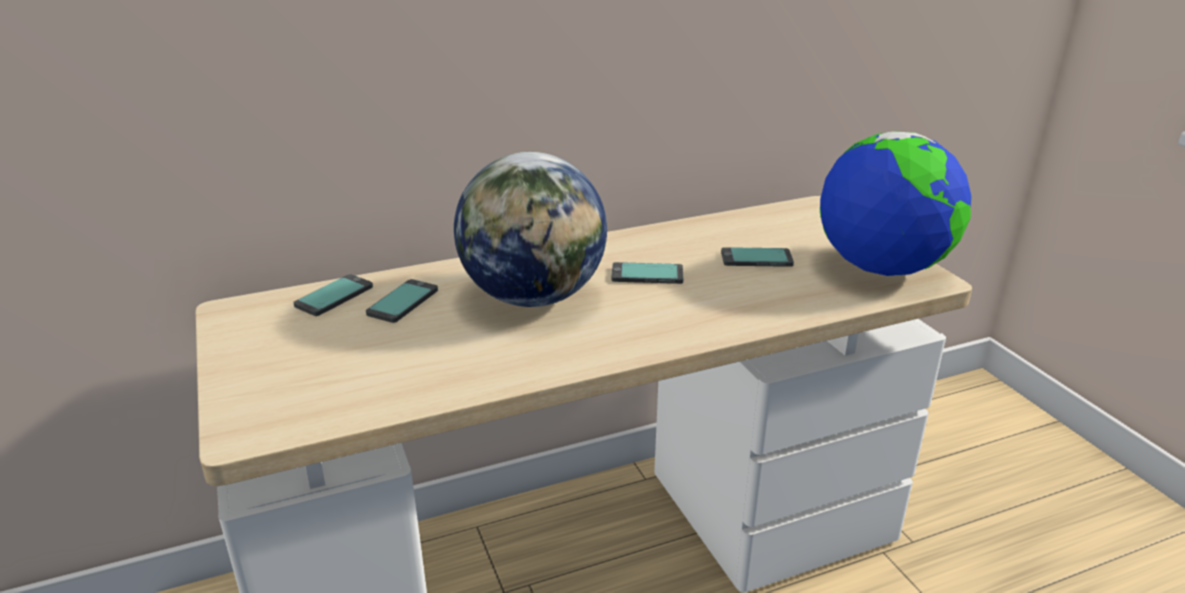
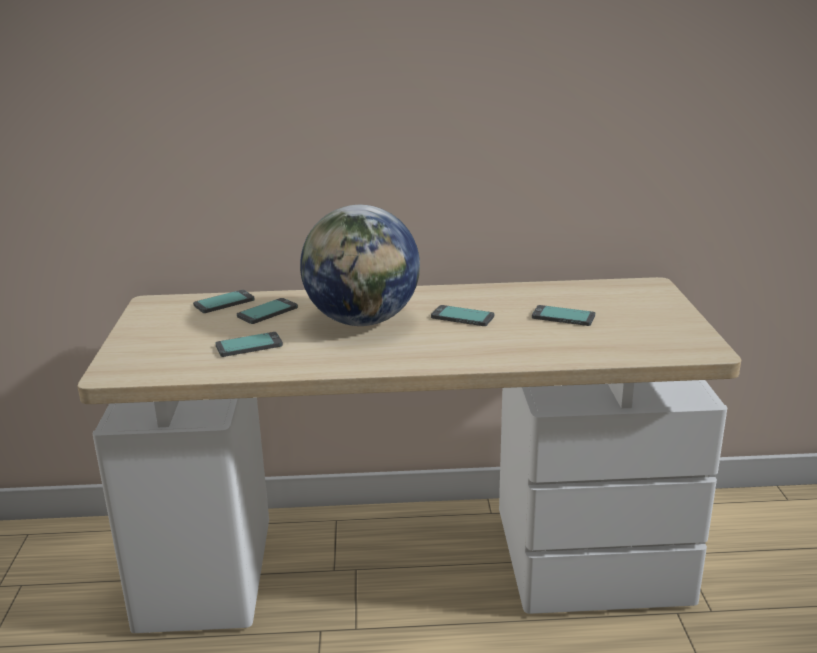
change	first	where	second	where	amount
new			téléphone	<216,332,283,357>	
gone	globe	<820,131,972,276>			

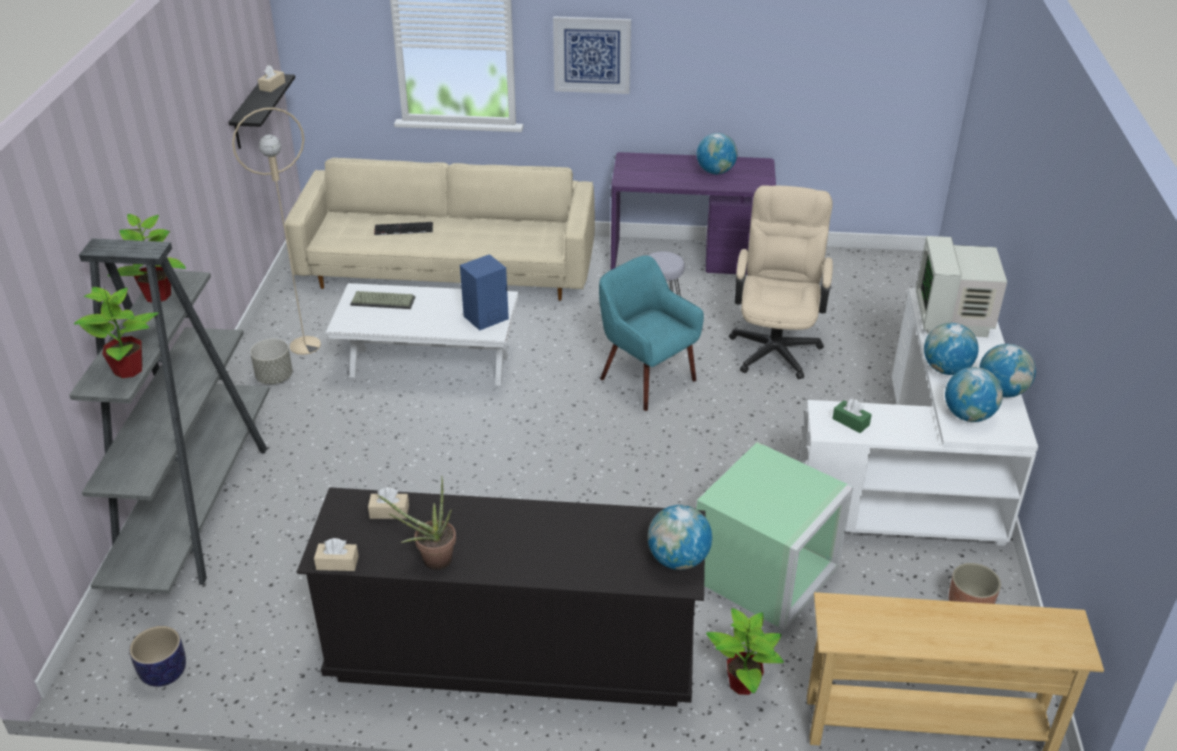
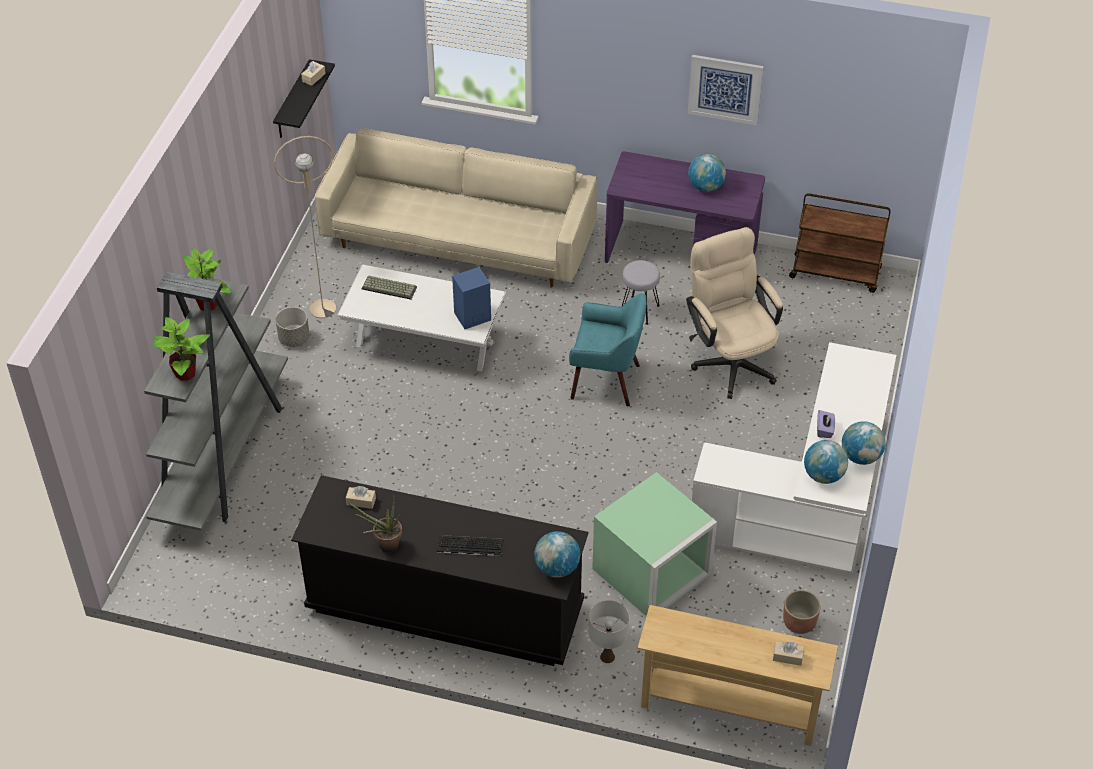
change	first	where	second	where	amount
shifted	clavier	<374,222,433,235>		<437,535,503,556>	
rotated	fauteuil (turquoise)	<599,255,704,411>		<569,294,647,406>	135 degrees clockwise
swapped	plante en pot	<706,608,784,695>	lampe de table (blanc)	<589,600,629,663>	
rotated	chaise de bureau (beige)	<729,185,833,379>		<686,227,783,399>	45 degrees counterclockwise
shifted	tableau	<553,16,631,94>		<688,55,764,125>	
shifted	boîte à mouchoirs (beige)	<314,538,359,571>		<773,642,804,666>	
new			chariot (marron)	<789,193,891,293>	
swapped	globe	<924,323,979,375>	boîte à mouchoirs (violet)	<817,410,835,438>	
gone	cache-pot	<129,626,186,687>			
gone	boîte à mouchoirs (vert)	<832,399,872,433>			
gone	écran d'ordinateur	<916,236,1007,337>			

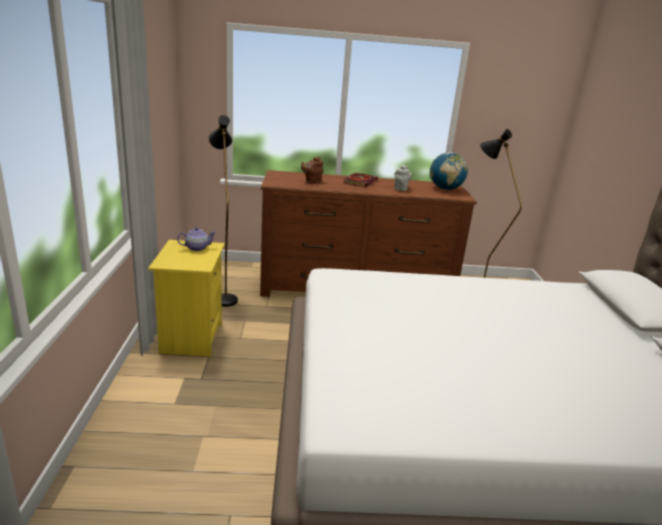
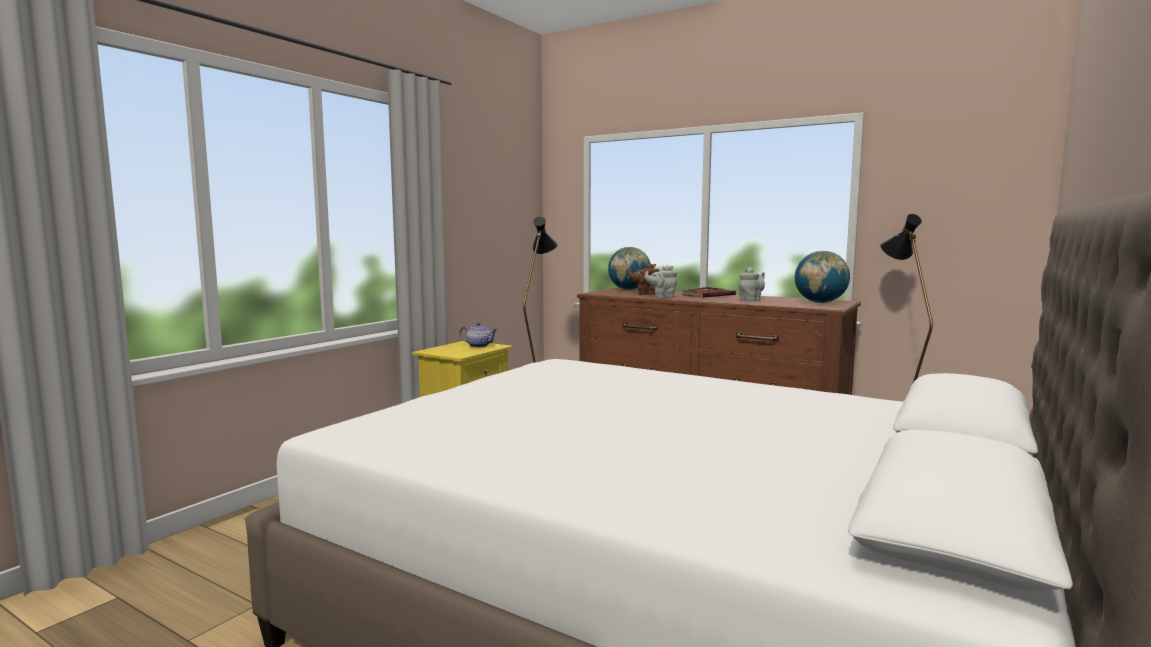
change	first	where	second	where	amount
new			globe	<608,247,651,290>	
new			théière (gris)	<645,265,677,298>	

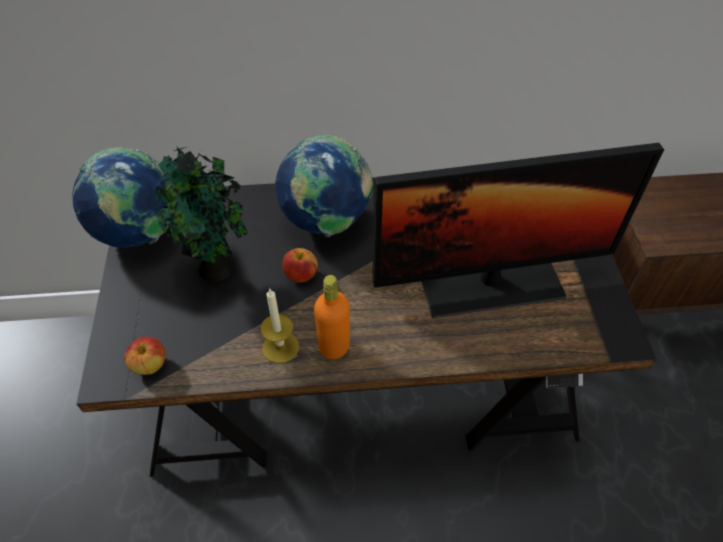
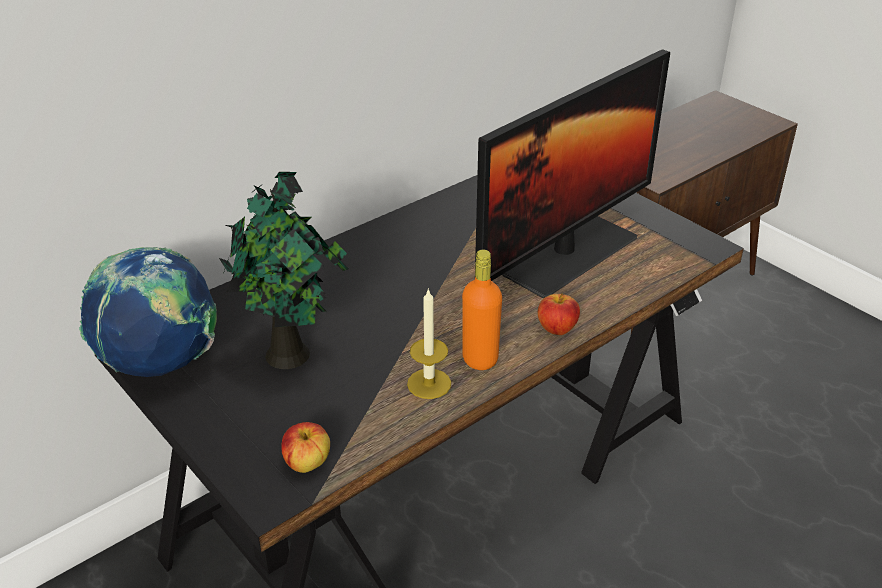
change	first	where	second	where	amount
shifted	pomme	<282,248,318,283>		<538,293,580,335>	
gone	globe	<274,135,373,238>			

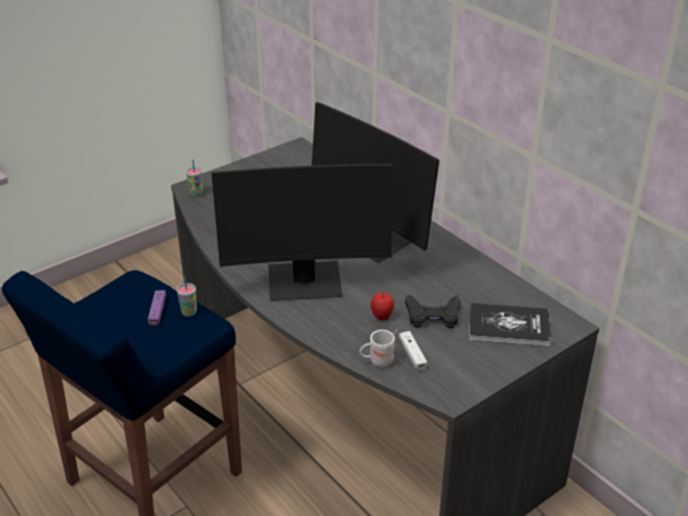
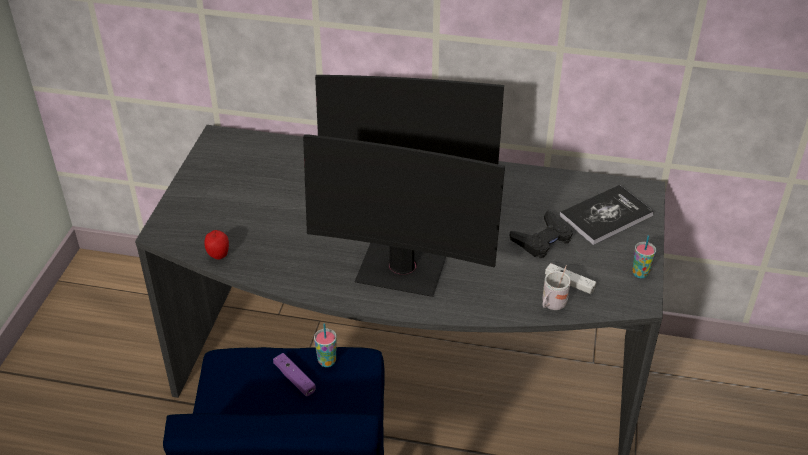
change	first	where	second	where	amount
shifted	pomme	<371,292,394,320>		<204,230,229,260>	
rotated	écran d'ordinateur	<212,164,393,301>		<303,134,505,297>	60 degrees clockwise
shifted	tasse	<186,159,203,196>		<632,235,656,278>	

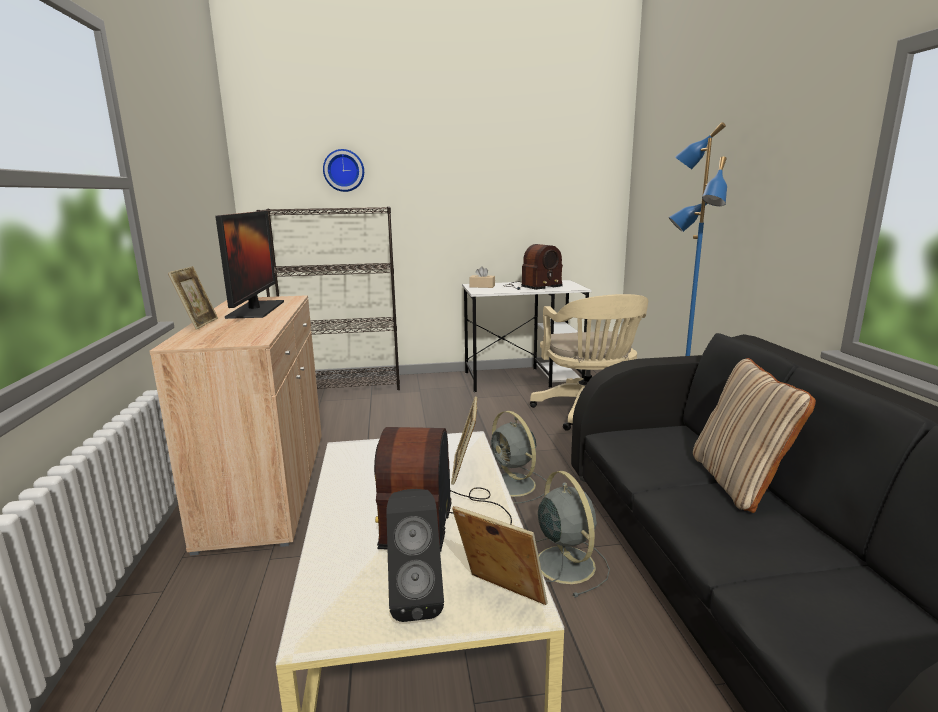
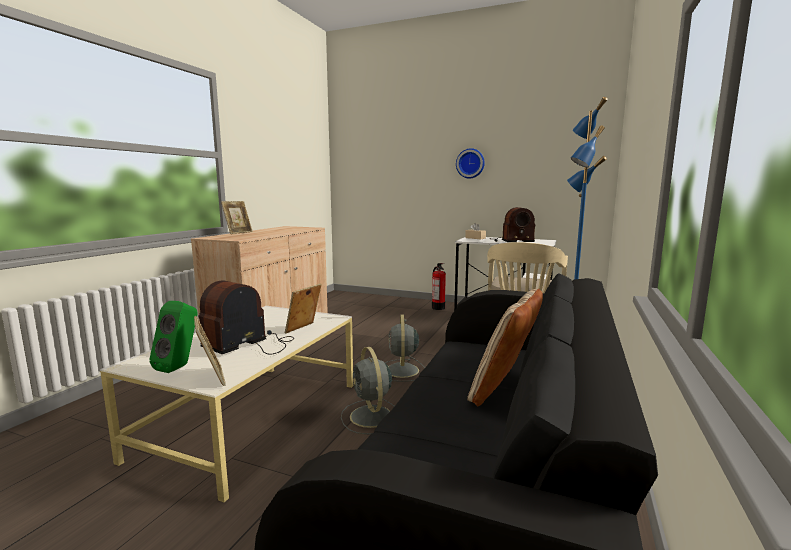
change	first	where	second	where	amount
repainted	enceinte (noir)	<387,489,444,622>	enceinte (vert)	<149,301,198,373>	
rotated	ventilateur (gris)	<536,471,610,598>		<341,347,395,434>	150 degrees clockwise
new			extincteur	<432,263,446,310>	
shifted	horloge murale	<323,149,364,192>		<456,148,485,178>	
gone	écran d'ordinateur	<215,211,284,319>			
gone	bibliothèque (noir)	<256,207,400,390>			

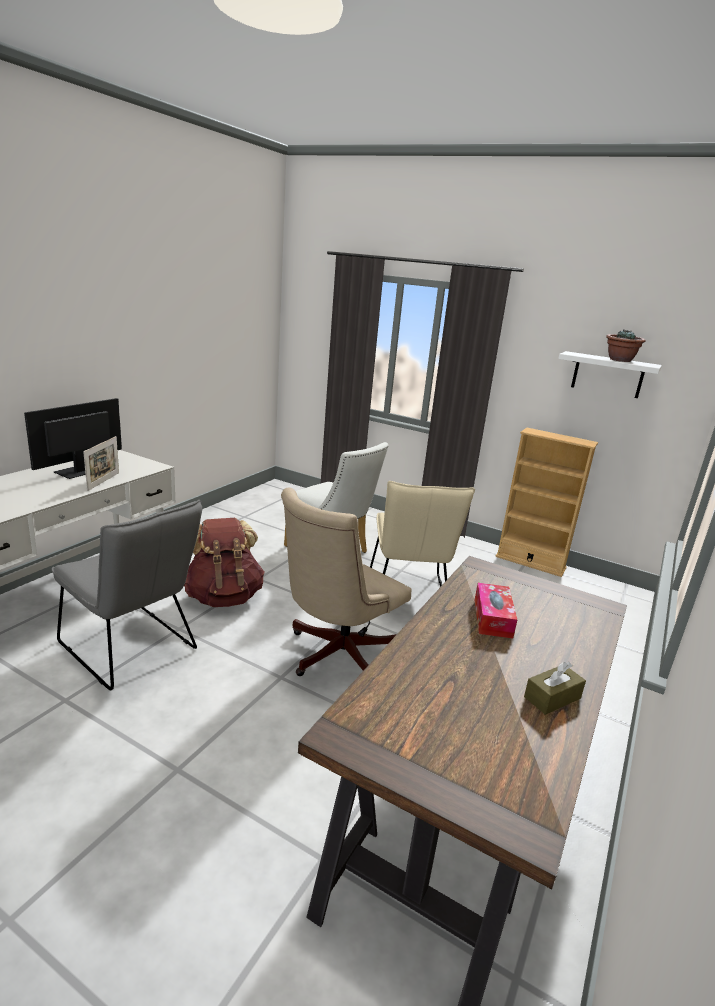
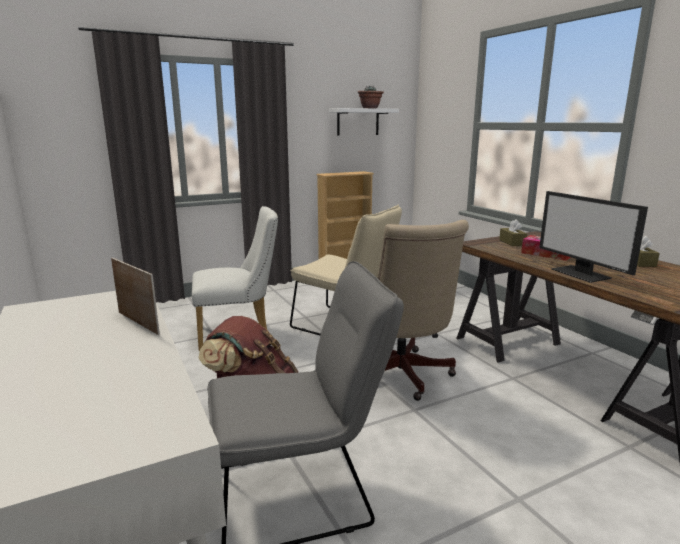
change	first	where	second	where	amount
new			boîte à mouchoirs (marron)	<499,219,527,246>	
shifted	écran d'ordinateur	<24,398,122,479>		<539,191,648,283>	

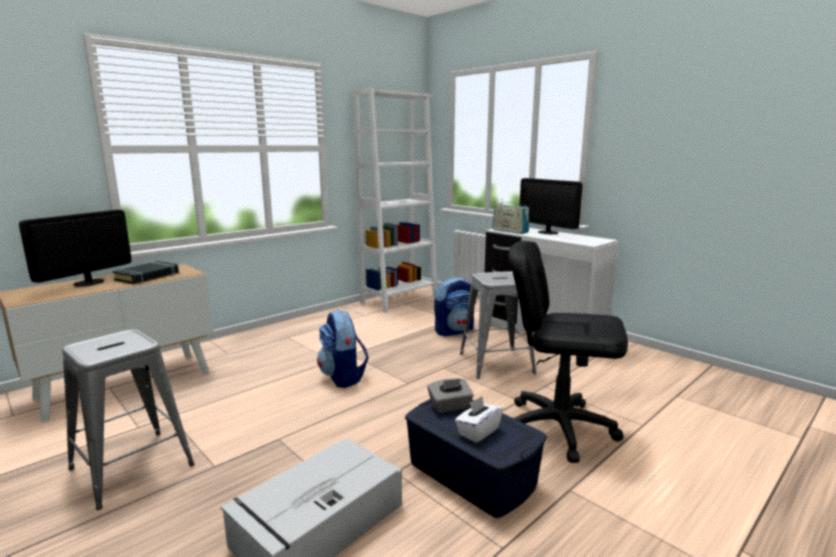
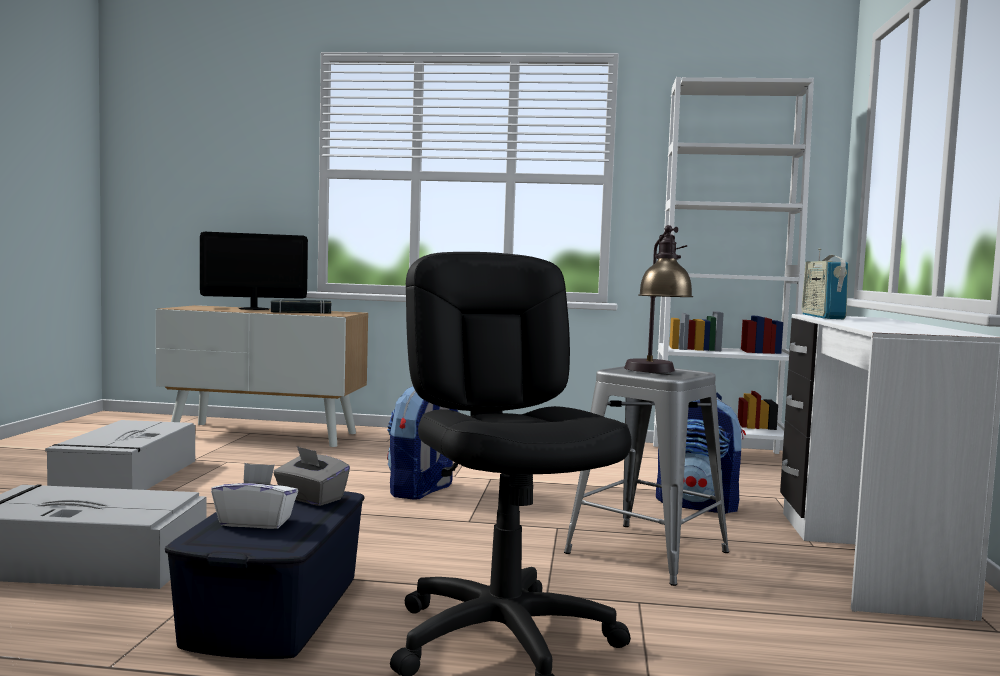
change	first	where	second	where	amount
swapped	tabouret (gris)	<62,329,195,510>	boîte de rangement (gris)	<45,420,195,490>	
new			lampe de table	<624,225,693,373>	
gone	écran d'ordinateur	<520,178,583,234>			

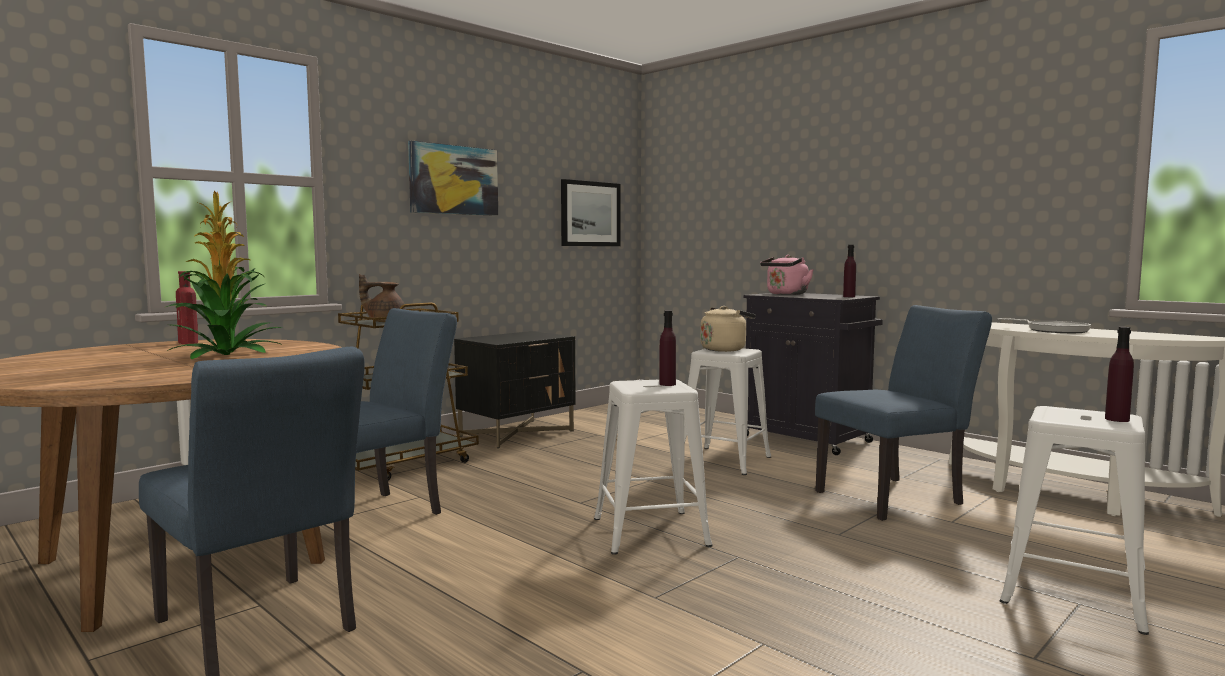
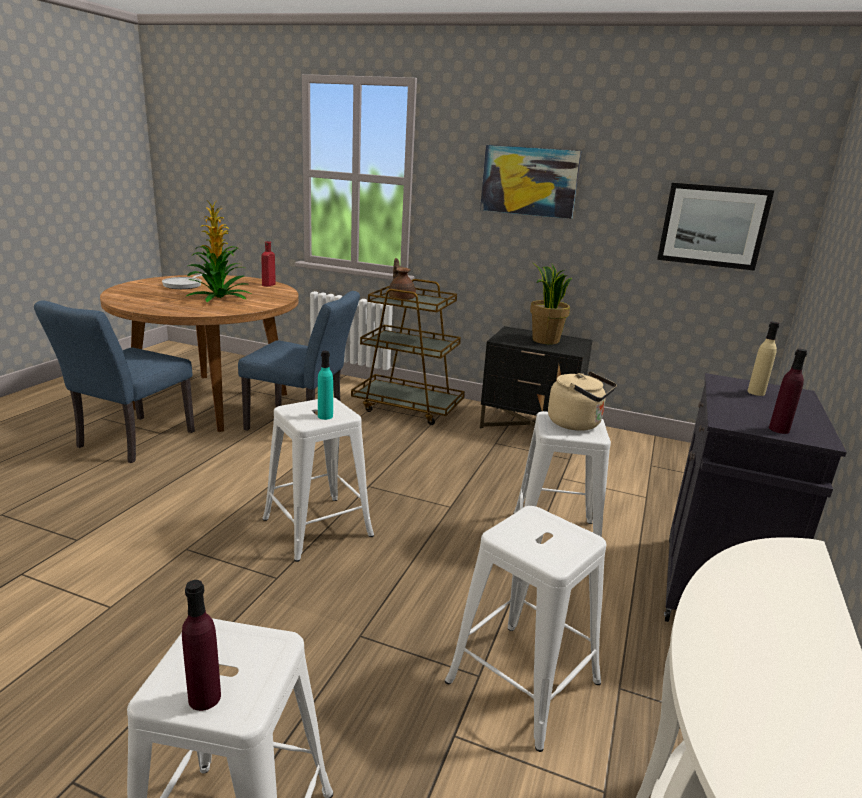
change	first	where	second	where	amount
shifted	poêle	<997,318,1091,333>		<162,273,206,289>	
repainted	bouteille (violet)	<659,310,676,386>	bouteille (turquoise)	<318,351,333,420>	
swapped	chaise (bleu)	<815,305,992,521>	tabouret (blanc)	<445,506,607,752>	
new			plante en pot	<530,262,572,345>	
swapped	bouilloire (rose)	<760,255,814,295>	bouteille (beige)	<747,322,779,396>	

